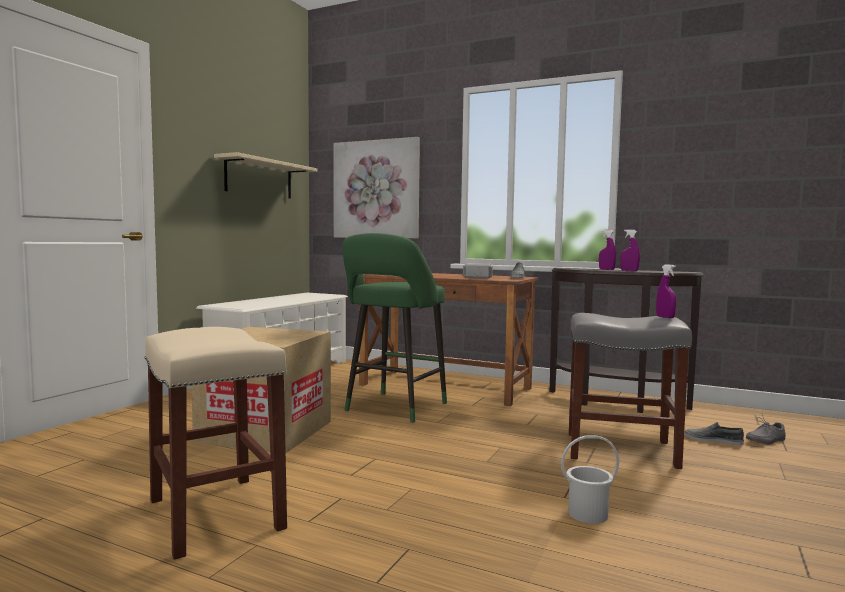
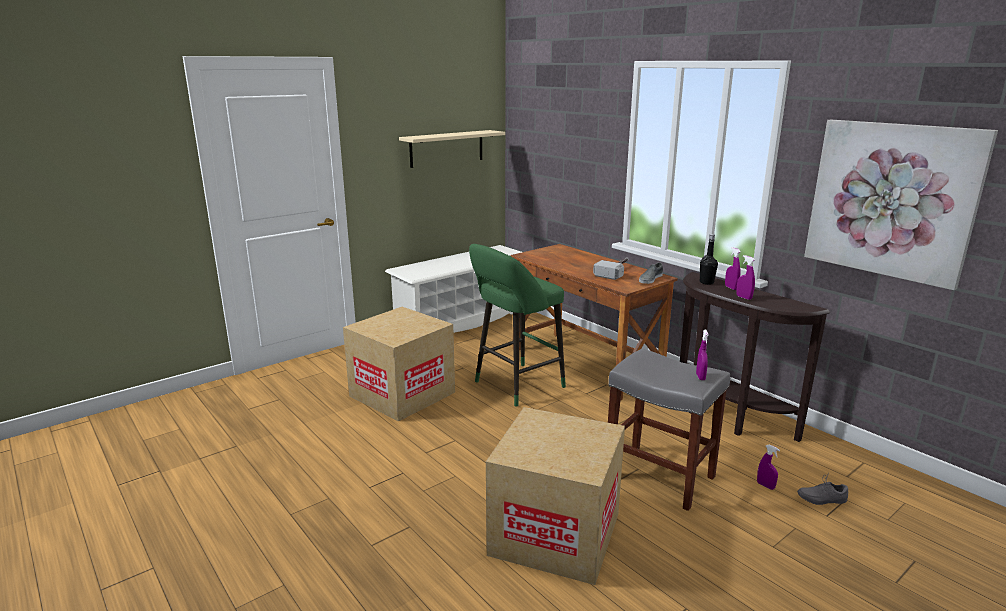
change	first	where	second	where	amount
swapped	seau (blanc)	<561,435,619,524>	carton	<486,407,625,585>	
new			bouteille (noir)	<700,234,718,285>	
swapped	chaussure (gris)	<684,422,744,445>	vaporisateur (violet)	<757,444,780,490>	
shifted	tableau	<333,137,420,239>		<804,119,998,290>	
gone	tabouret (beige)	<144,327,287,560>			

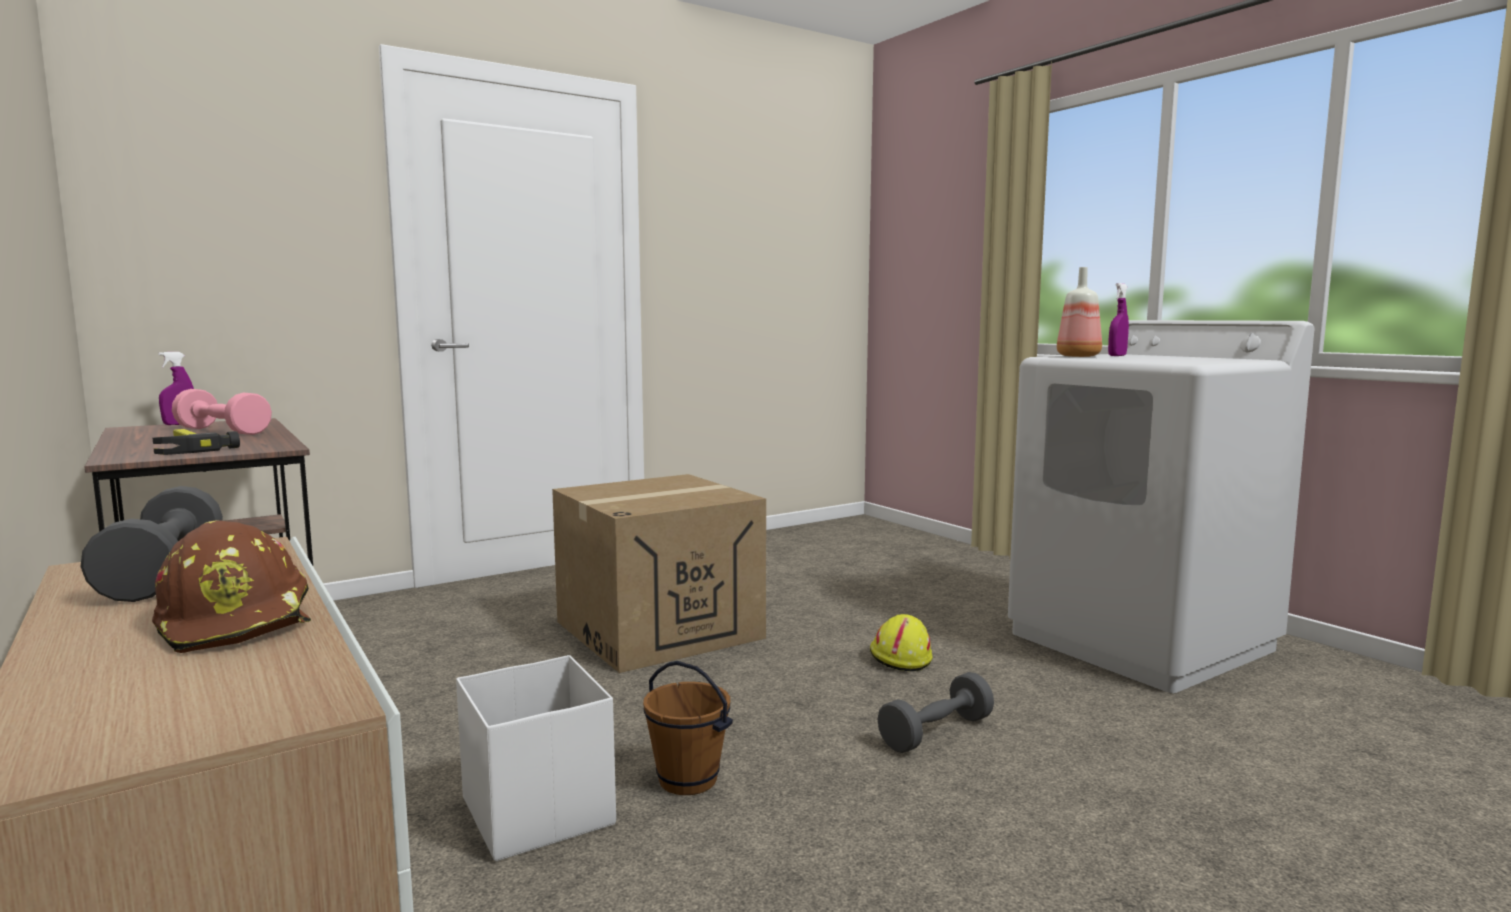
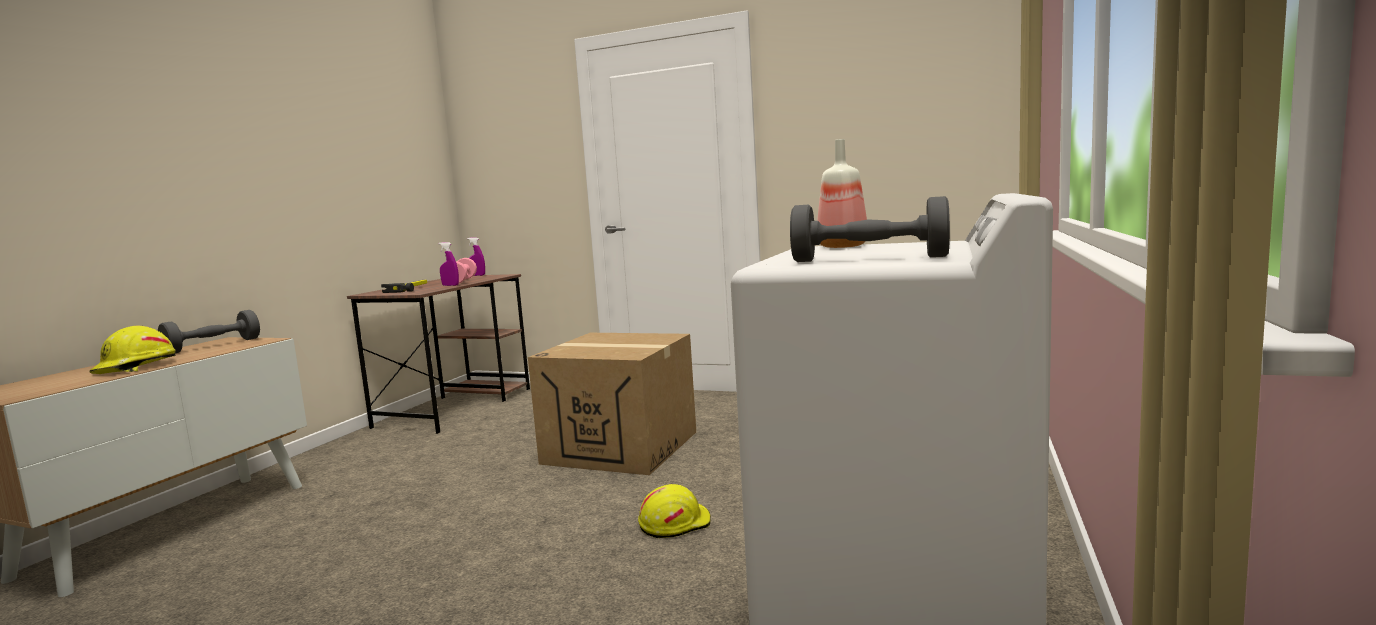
change	first	where	second	where	amount
repainted	casque de chantier (marron)	<152,520,311,653>	casque de chantier (jaune)	<90,326,176,374>	
shifted	vaporisateur (violet)	<1108,283,1129,356>		<439,242,459,286>	
shifted	haltère (gris)	<878,672,994,753>		<790,196,950,262>	
gone	boîte de rangement (blanc)	<456,655,616,861>			
gone	seau (marron)	<643,661,733,795>			

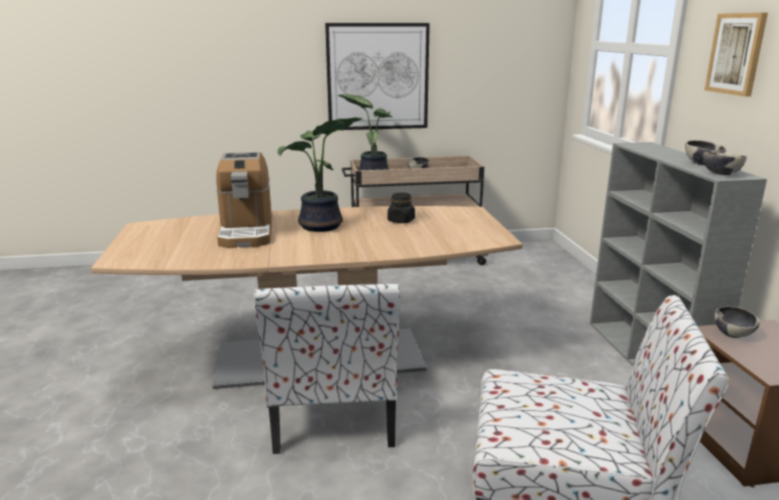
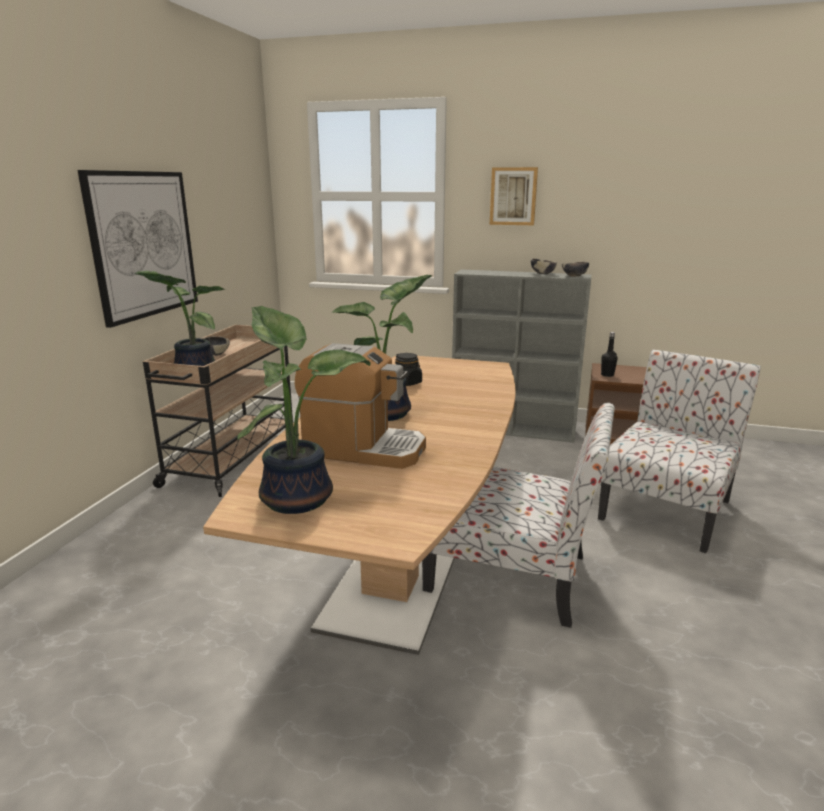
change	first	where	second	where	amount
new			plante en pot	<237,306,371,514>	
swapped	bol	<715,306,760,338>	bouteille (noir)	<601,332,618,377>	

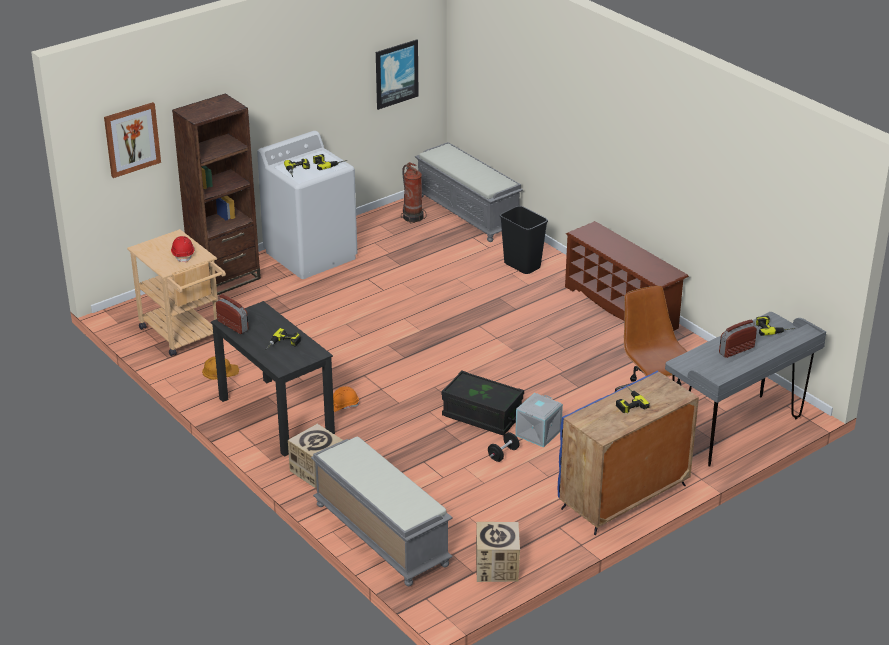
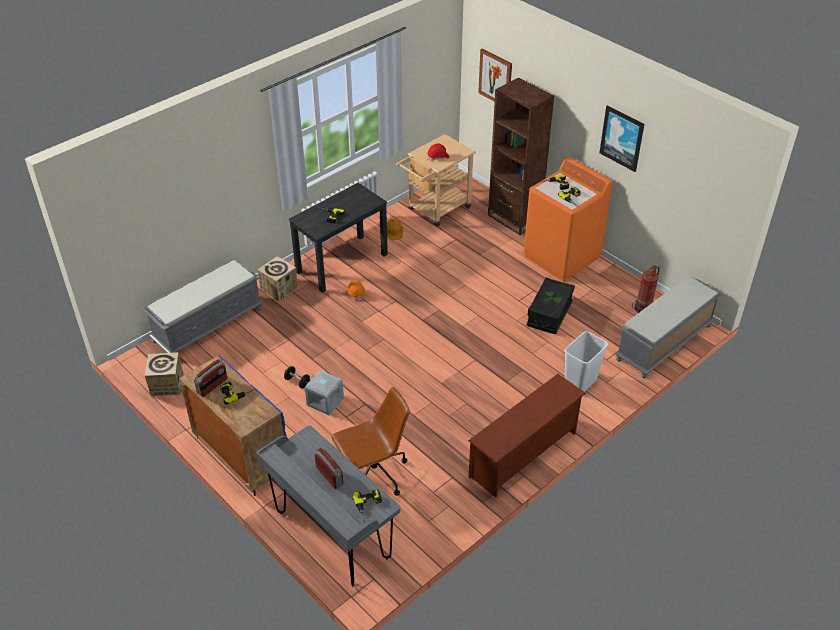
change	first	where	second	where	amount
shifted	radio	<216,294,249,334>		<194,359,227,397>	
repainted	lave-linge (blanc)	<257,131,357,279>	lave-linge (orange)	<524,156,613,281>	
shifted	boîte de rangement (noir)	<442,371,524,436>		<527,277,575,334>	
repainted	poubelle (noir)	<500,206,548,274>	poubelle (blanc)	<564,331,608,392>	
shifted	tableau	<376,39,419,110>		<599,105,644,172>	

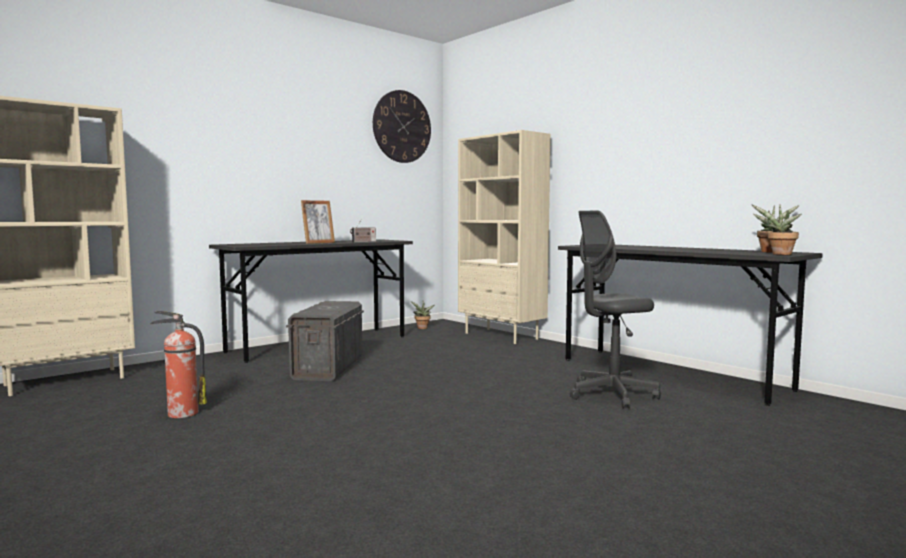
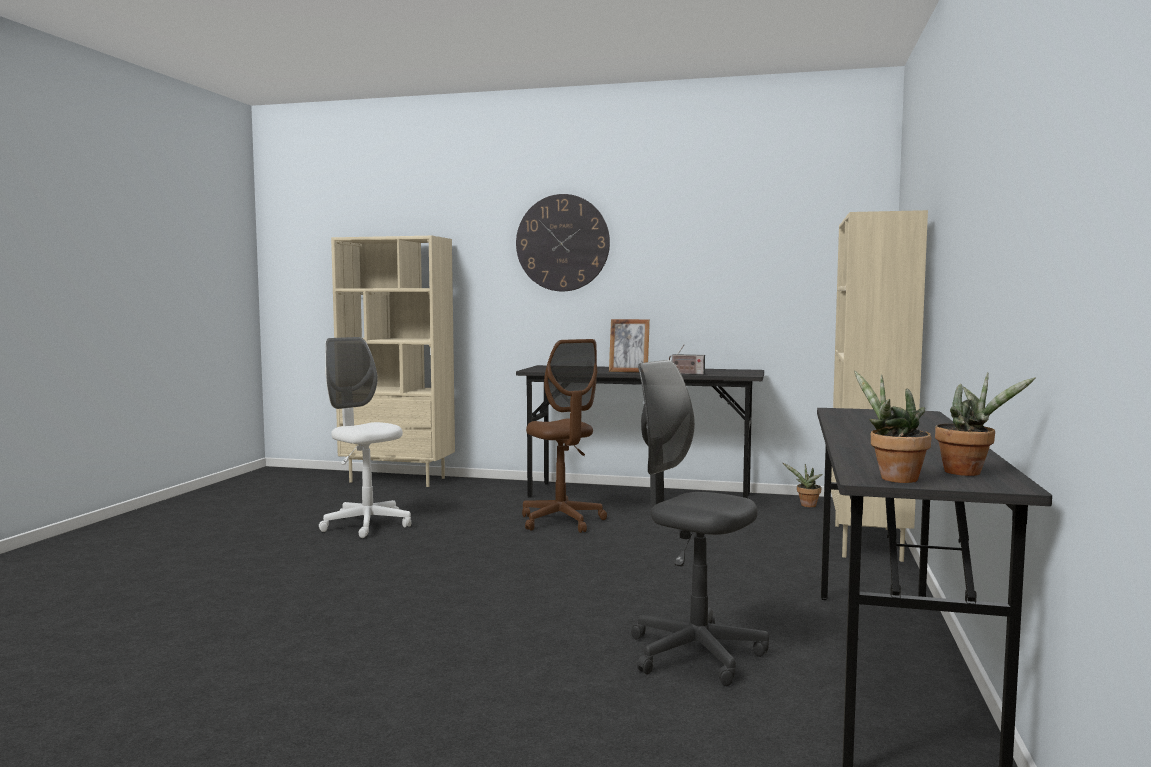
change	first	where	second	where	amount
swapped	extincteur	<150,311,207,418>	chaise de bureau (blanc)	<319,337,411,538>	
shifted	horloge murale	<373,90,431,163>		<516,194,610,291>	
swapped	boîte de rangement (gris)	<286,301,364,381>	chaise de bureau (marron)	<522,339,607,533>	

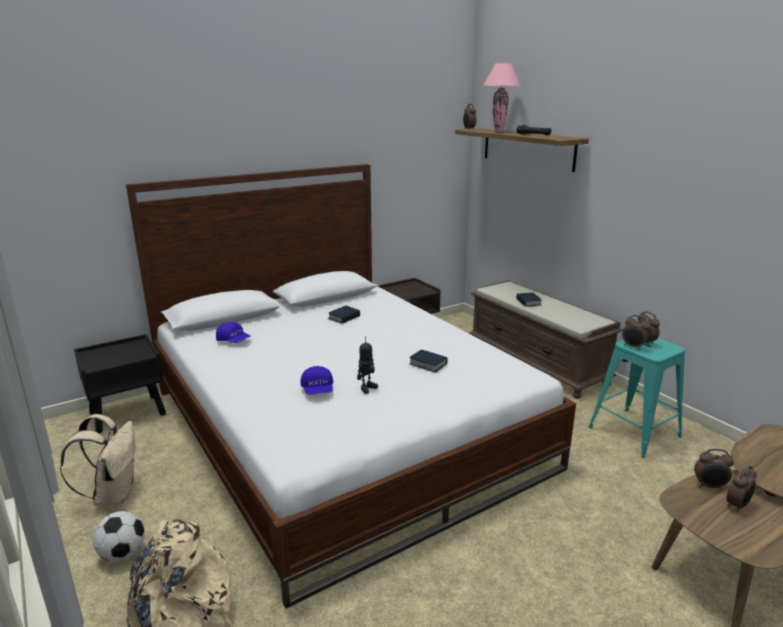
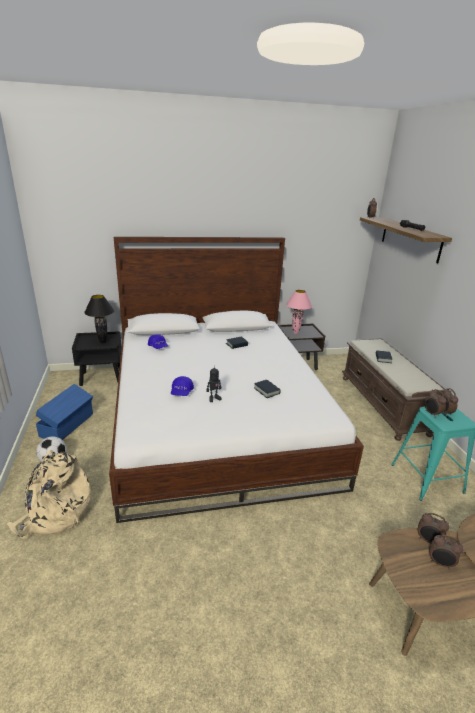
change	first	where	second	where	amount
swapped	sac à dos (beige)	<60,414,136,506>	boîte de rangement (bleu)	<36,384,93,440>	
new			lampe de table (noir)	<84,295,114,343>	
shifted	lampe de table (rose)	<483,63,521,132>		<286,290,312,334>	
rotated	réveil	<726,465,757,512>		<429,535,463,569>	45 degrees clockwise

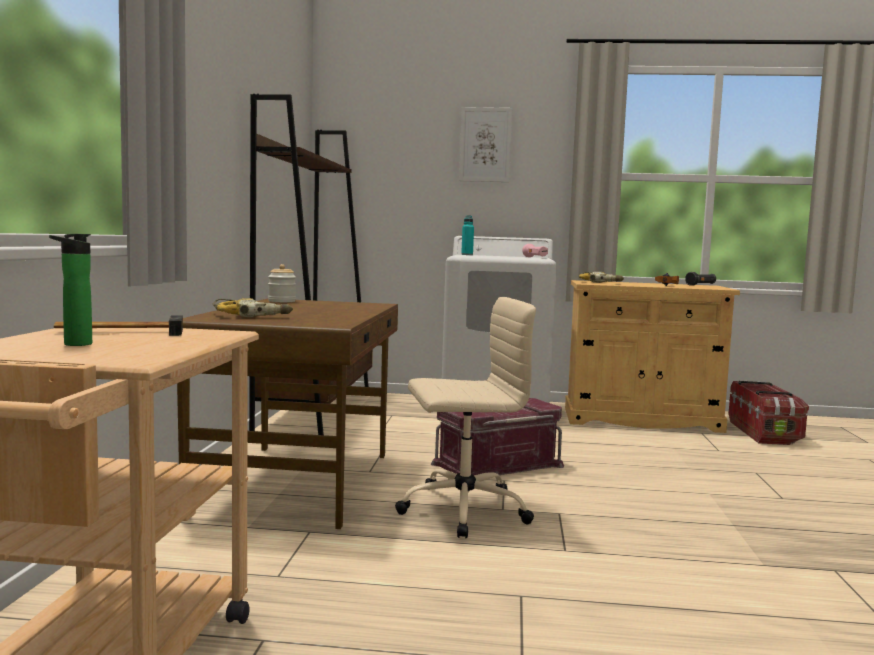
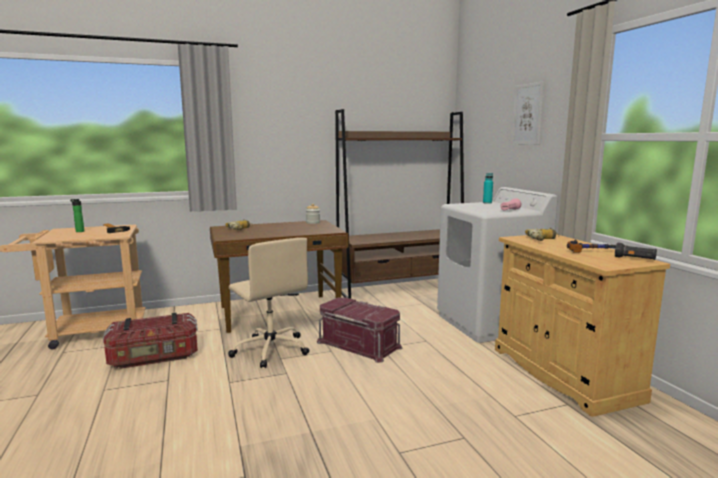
change	first	where	second	where	amount
shifted	boîte de rangement	<729,380,809,445>		<103,313,198,369>	

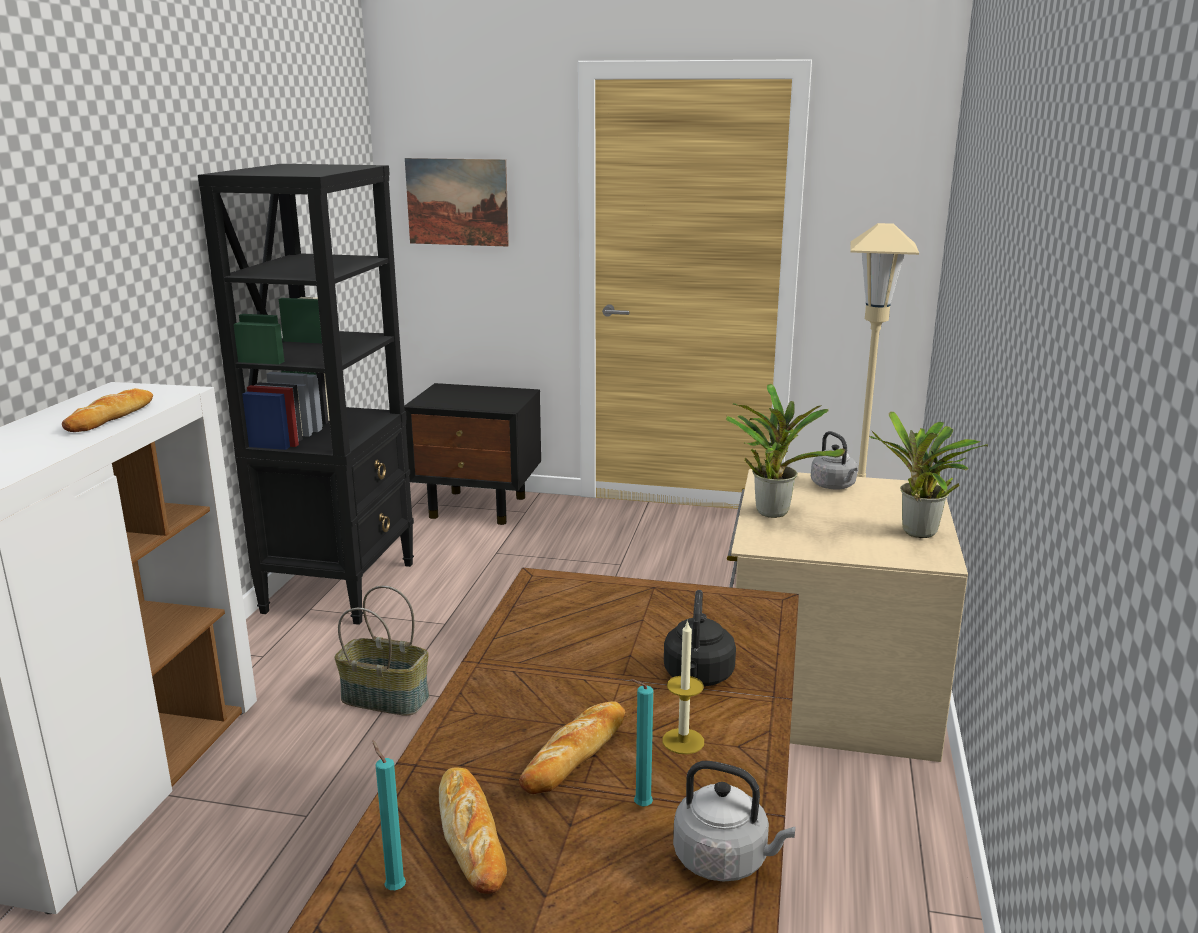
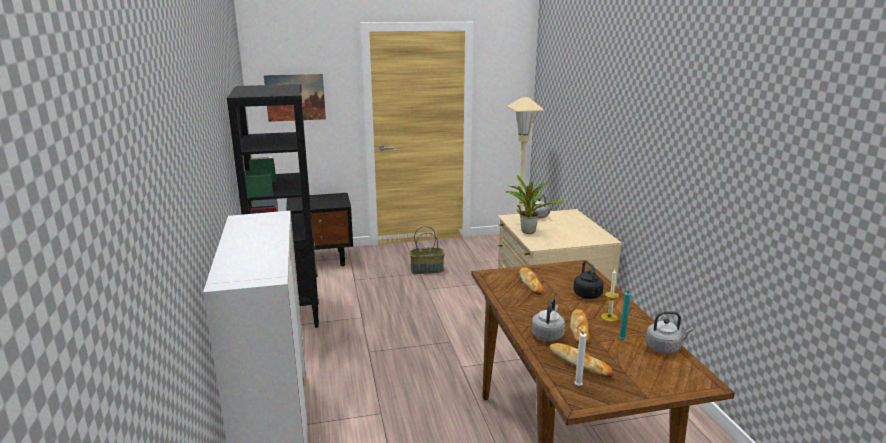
change	first	where	second	where	amount
shifted	panier	<334,586,429,716>		<410,226,445,274>	
shifted	pain	<62,388,153,432>		<519,268,544,295>	
new			bouilloire (gris)	<531,298,565,341>	
repainted	bougie (turquoise)	<372,740,406,890>	bougie (blanc)	<574,328,587,386>	
gone	plante en pot	<869,411,988,538>			

